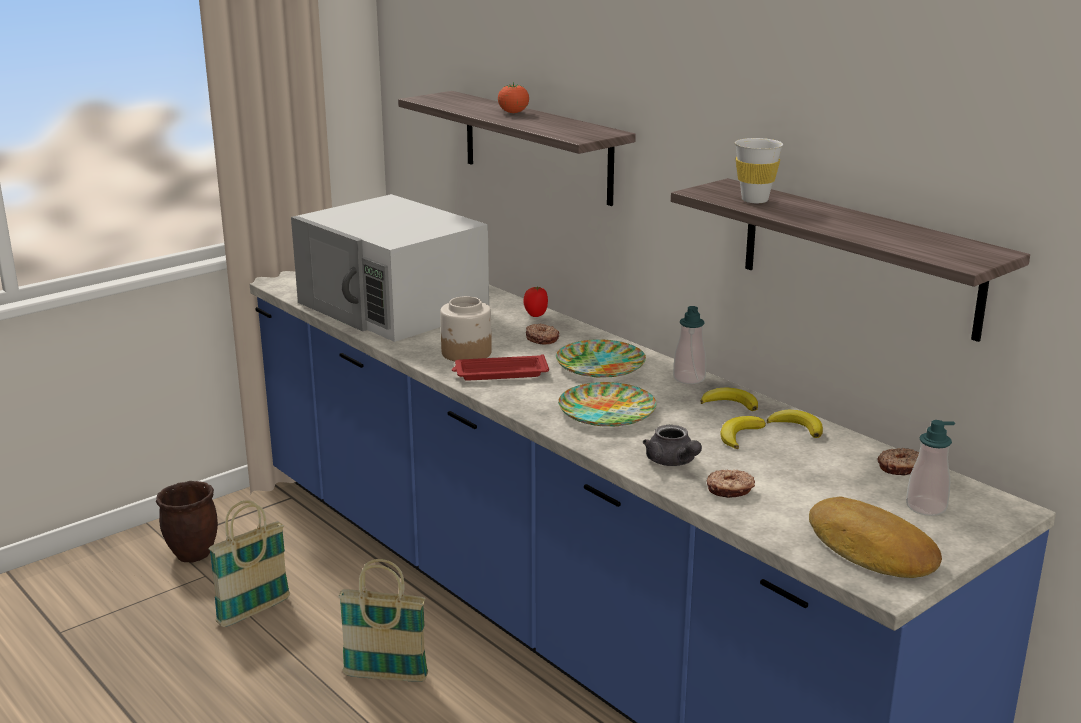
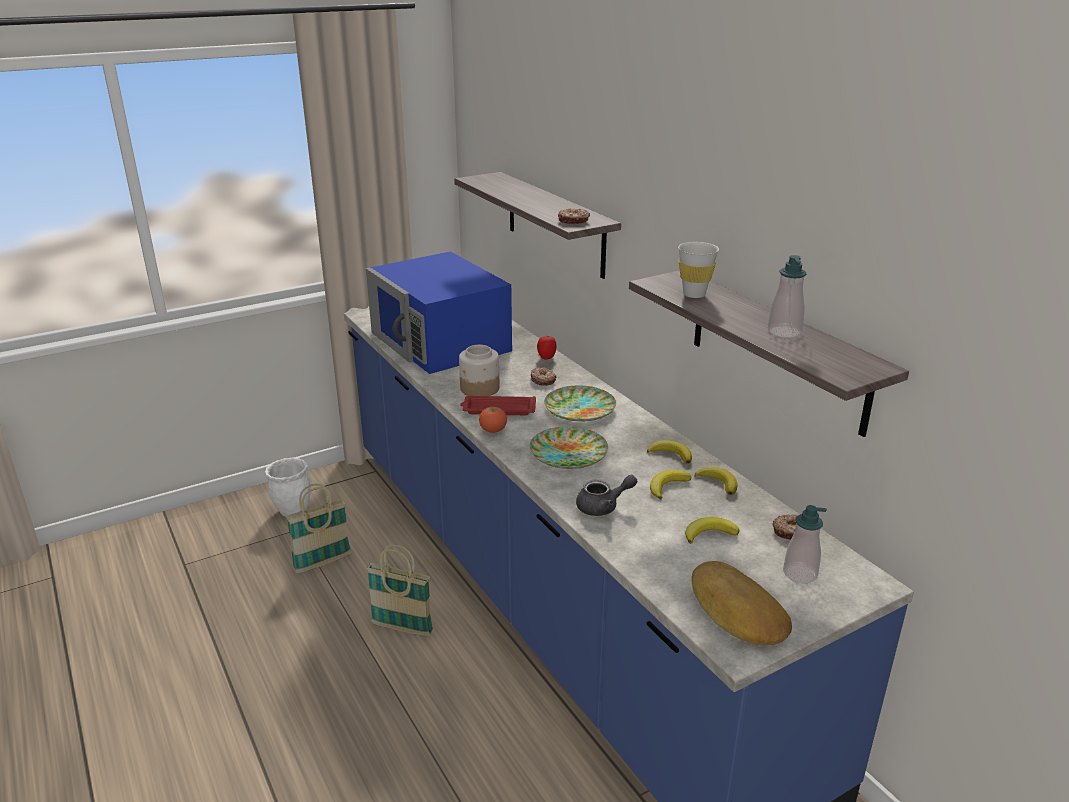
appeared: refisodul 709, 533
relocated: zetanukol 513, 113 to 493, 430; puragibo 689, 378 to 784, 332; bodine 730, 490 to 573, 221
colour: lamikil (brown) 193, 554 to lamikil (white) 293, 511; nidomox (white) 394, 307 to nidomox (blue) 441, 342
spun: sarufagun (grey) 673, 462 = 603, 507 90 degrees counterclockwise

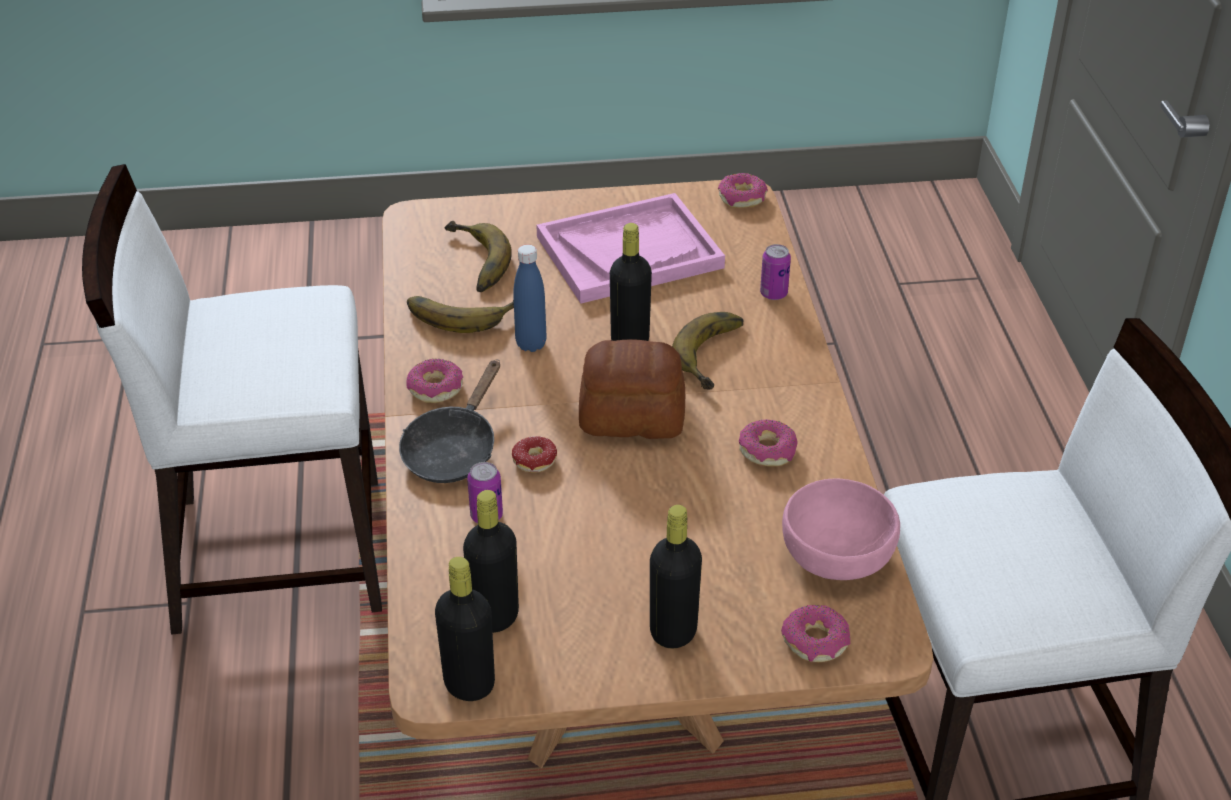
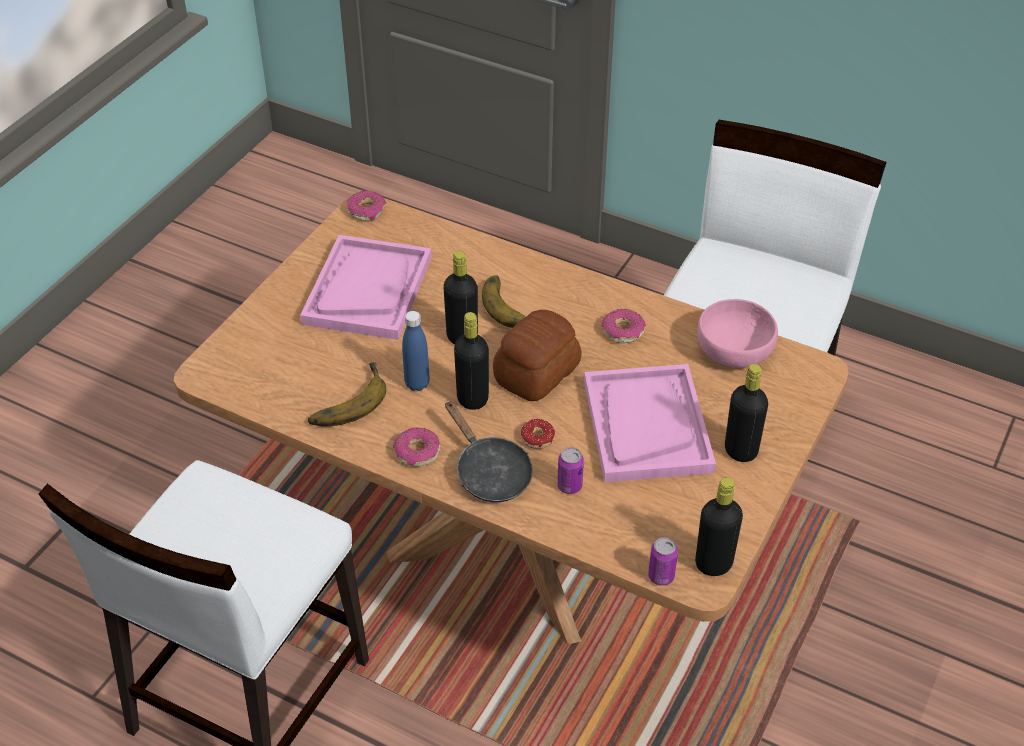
missing: refisodul 471, 263; bodine 815, 642
appeared: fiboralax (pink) 646, 425
relocated: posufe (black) 494, 616 to 472, 399; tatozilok 773, 294 to 661, 576

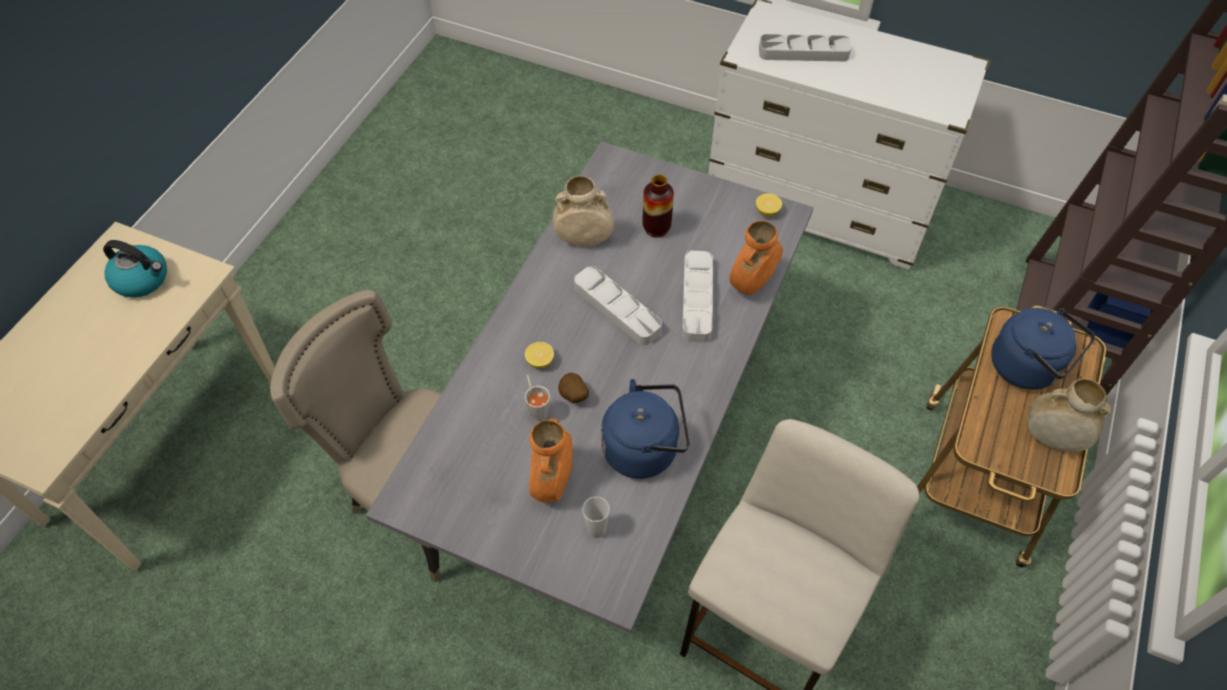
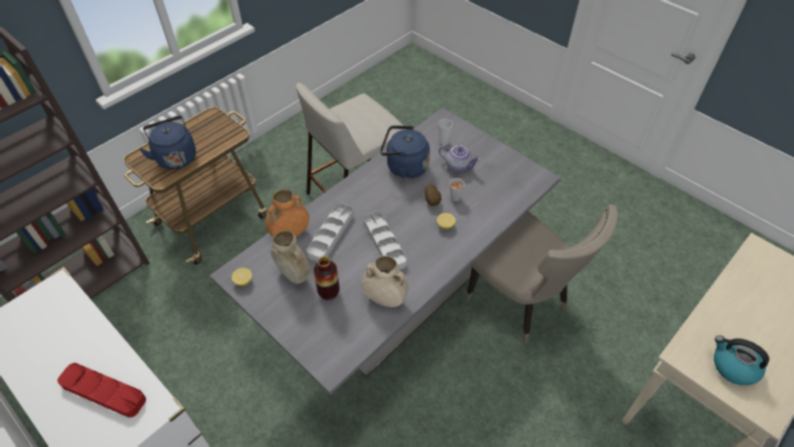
relocated: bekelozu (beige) 1051, 438 to 294, 275
exchanged: bekelozu (orange) 553, 481 to sarufagun 458, 165
colour: fiboralax (grey) 803, 52 to fiboralax (red) 104, 392

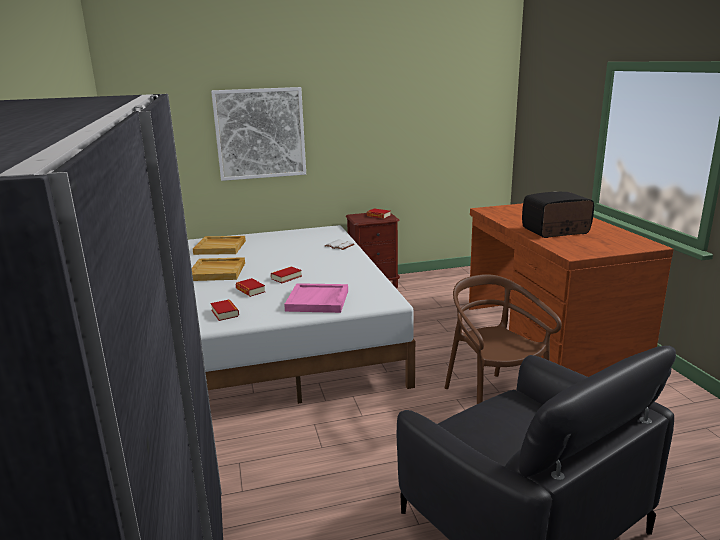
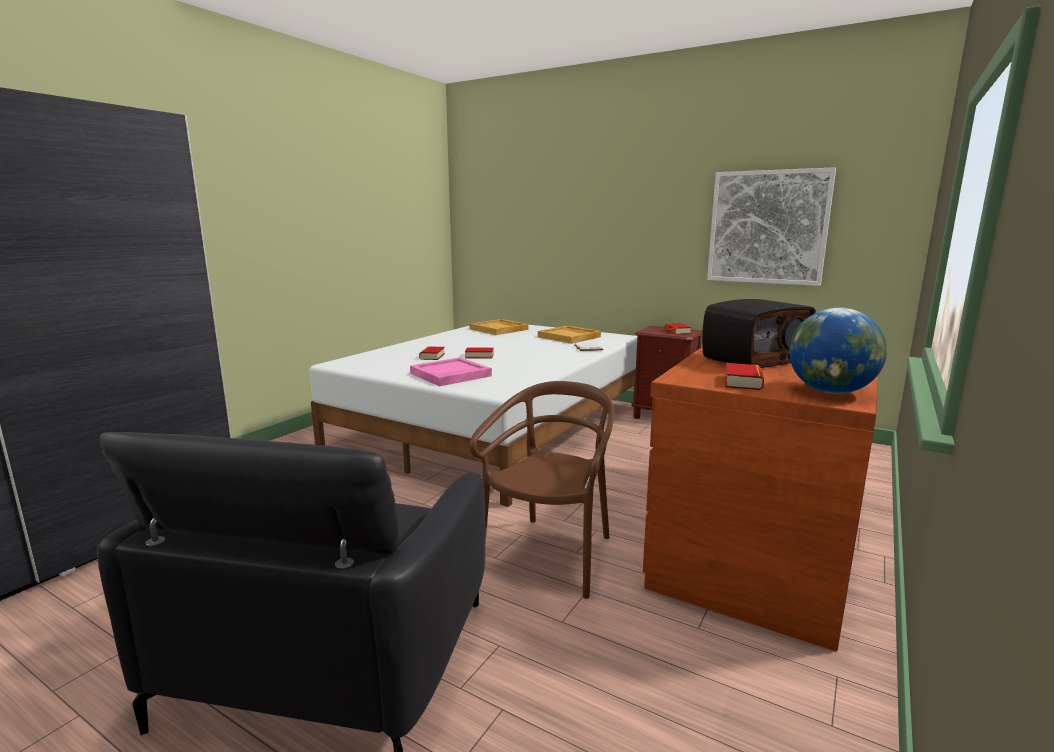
appeared: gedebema 830, 392
relocated: fiboralax (beige) 218, 271 to 569, 337; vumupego 260, 133 to 767, 227; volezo 225, 313 to 743, 382
spun: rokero 555, 231 = 753, 359 120 degrees clockwise

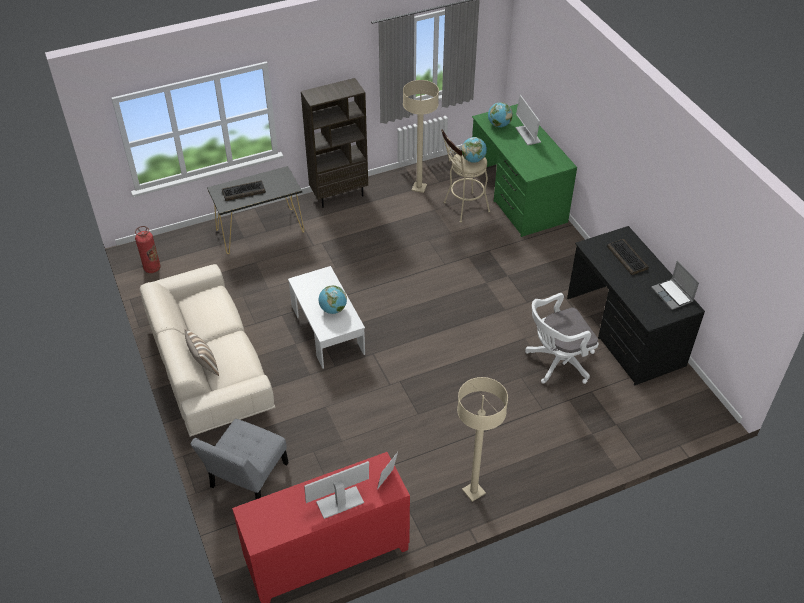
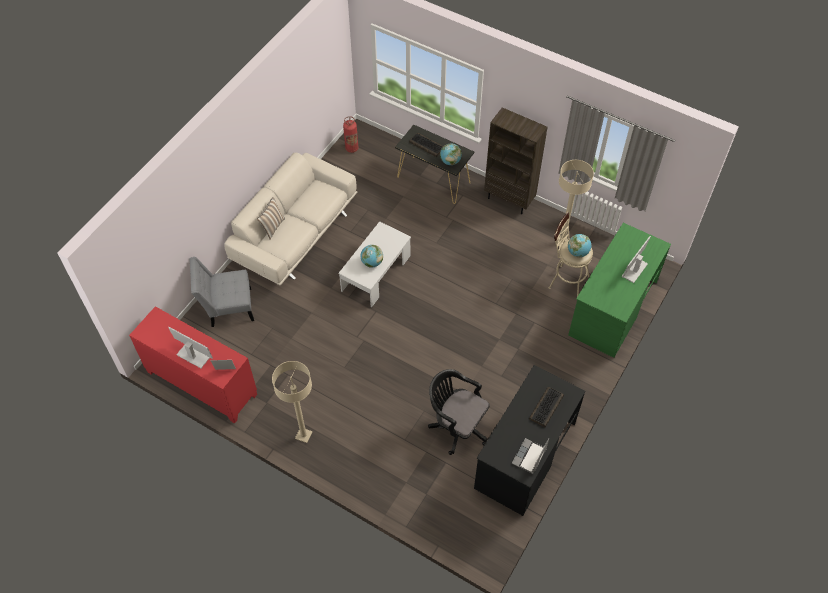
relocated: gedebema 499, 125 to 450, 161
colour: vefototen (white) 557, 362 to vefototen (black) 456, 426

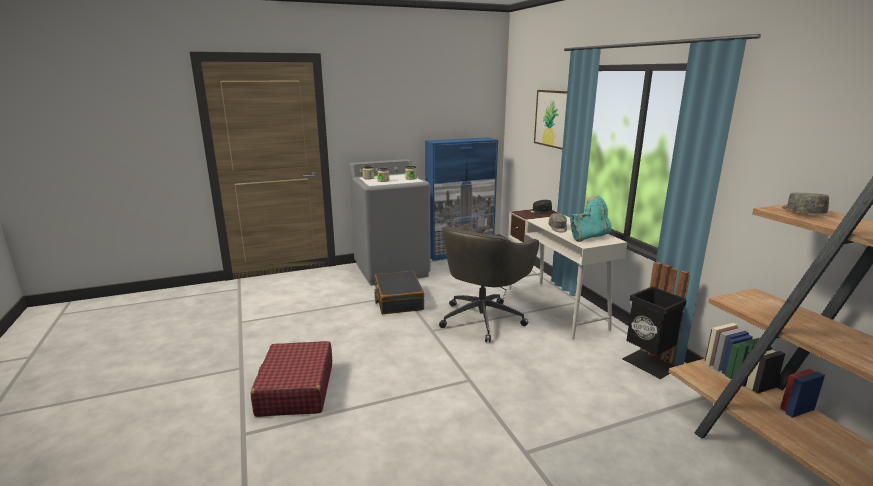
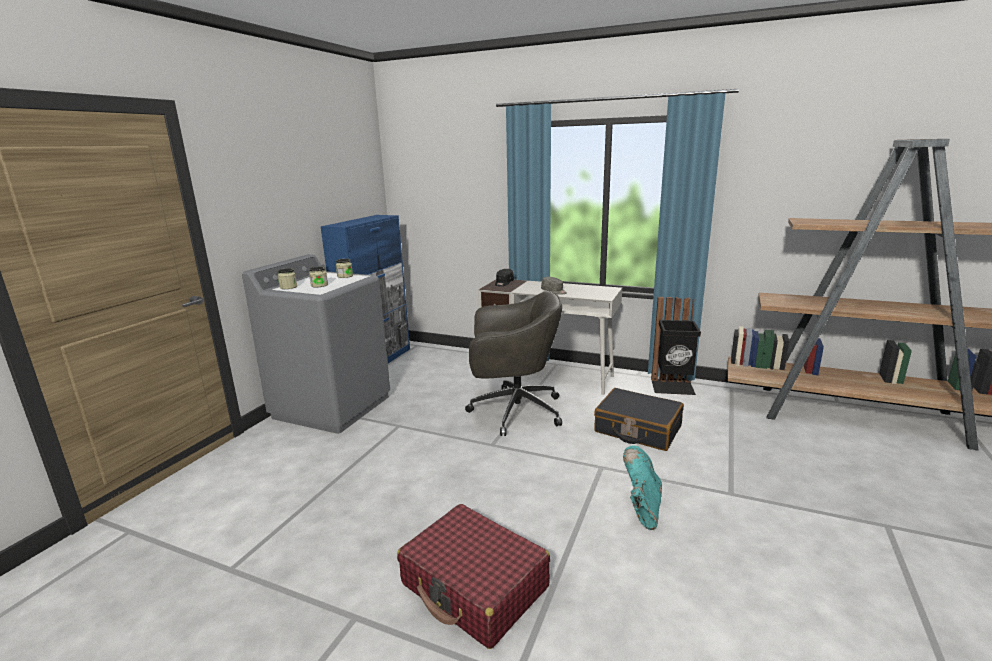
missing: vumupego 553, 118; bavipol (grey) 802, 212
relocated: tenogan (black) 398, 300 to 637, 429; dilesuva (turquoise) 588, 236 to 642, 508
spun: vefototen (grey) 483, 318 = 513, 411 75 degrees counterclockwise

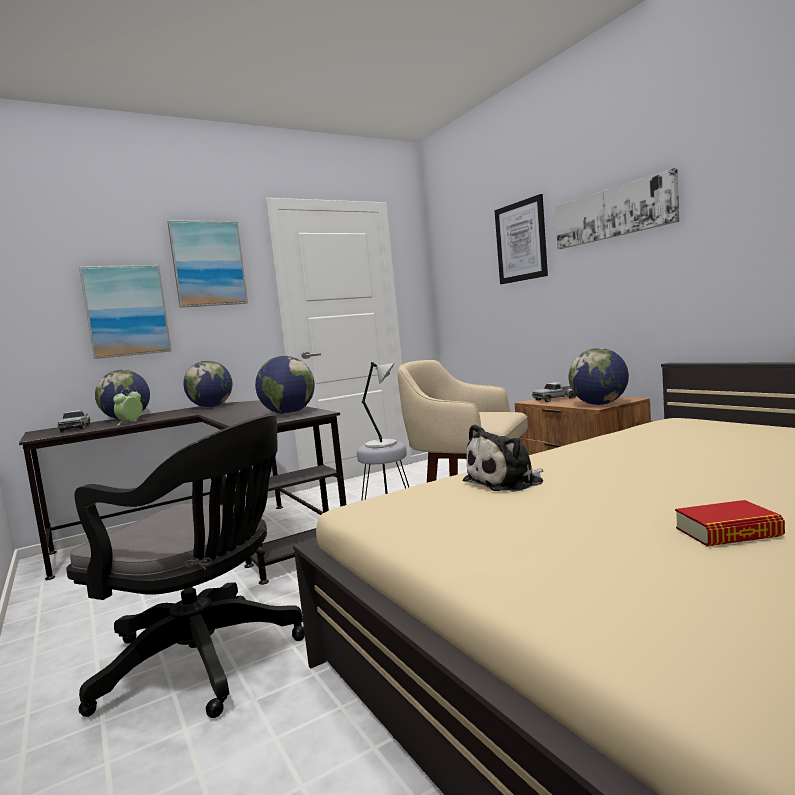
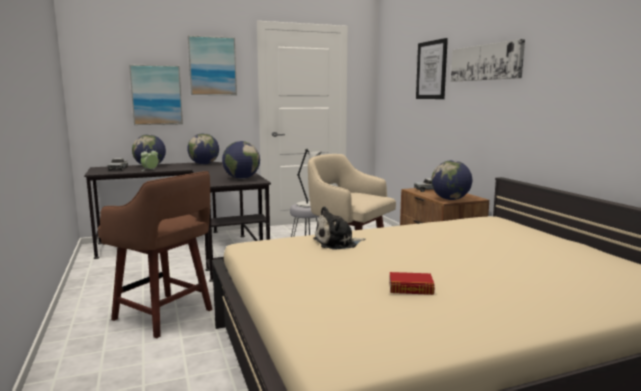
exchanged: vefototen (black) 208, 660 to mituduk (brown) 165, 315

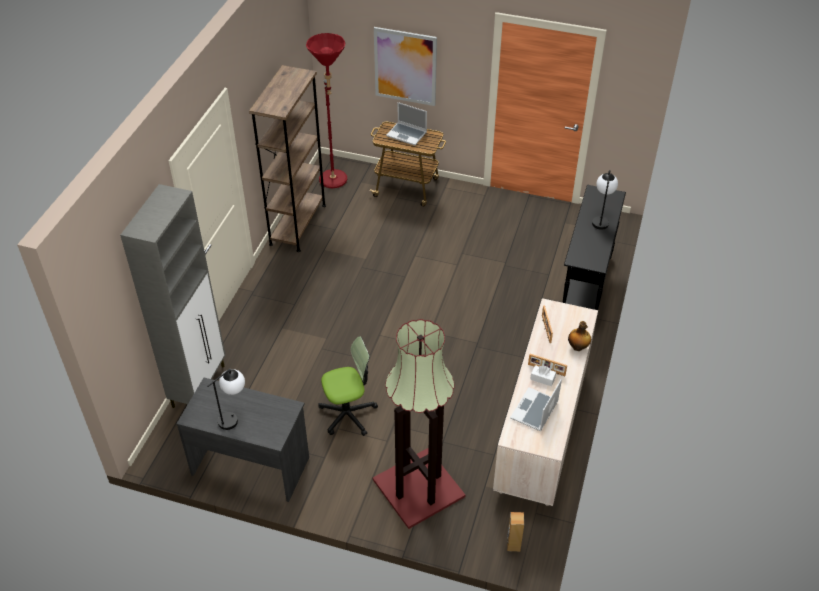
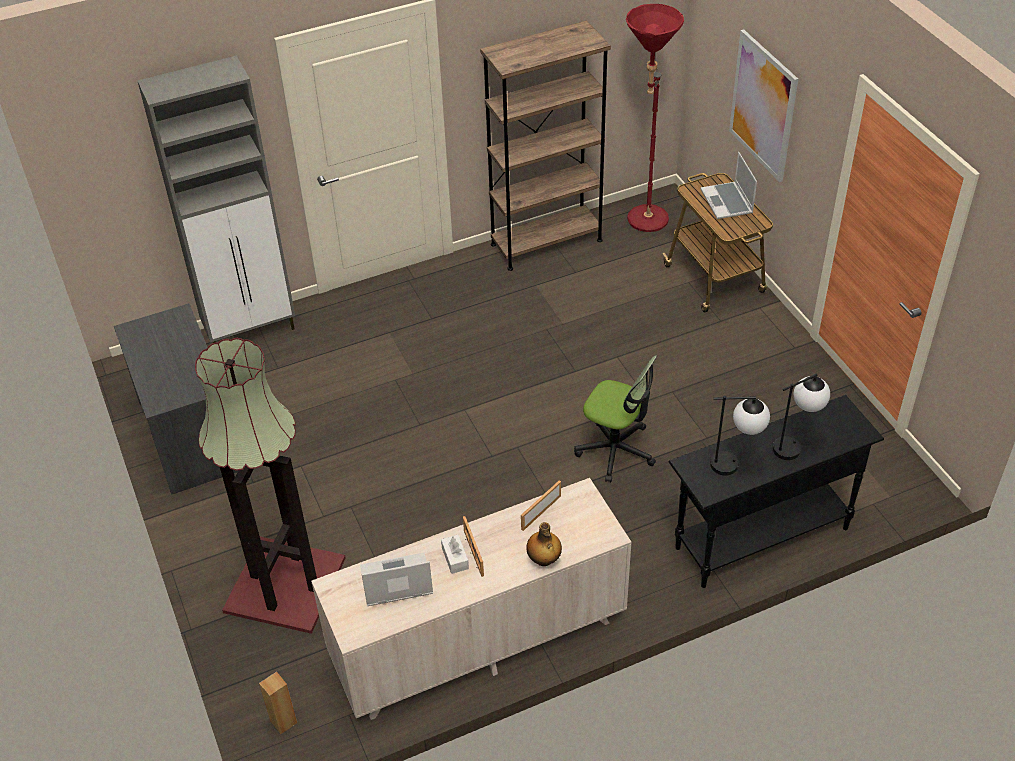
relocated: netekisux 234, 416 to 735, 464; vefototen 348, 414 to 616, 450

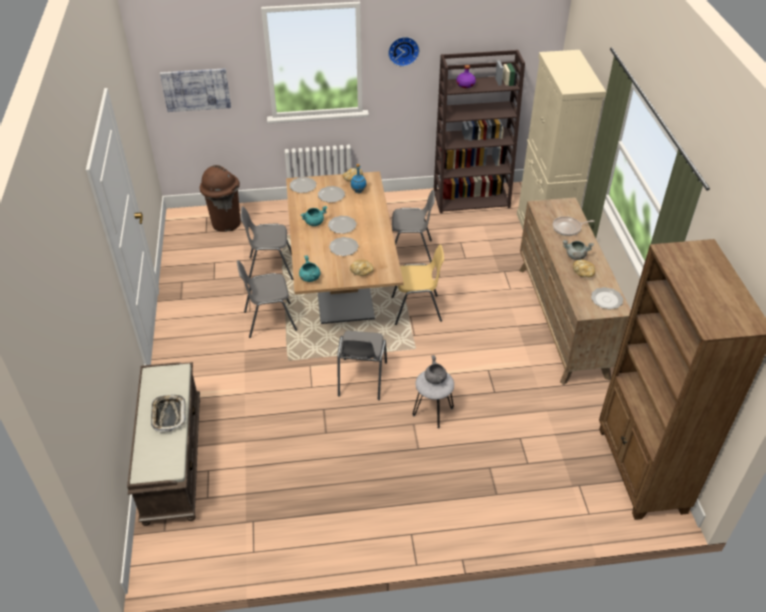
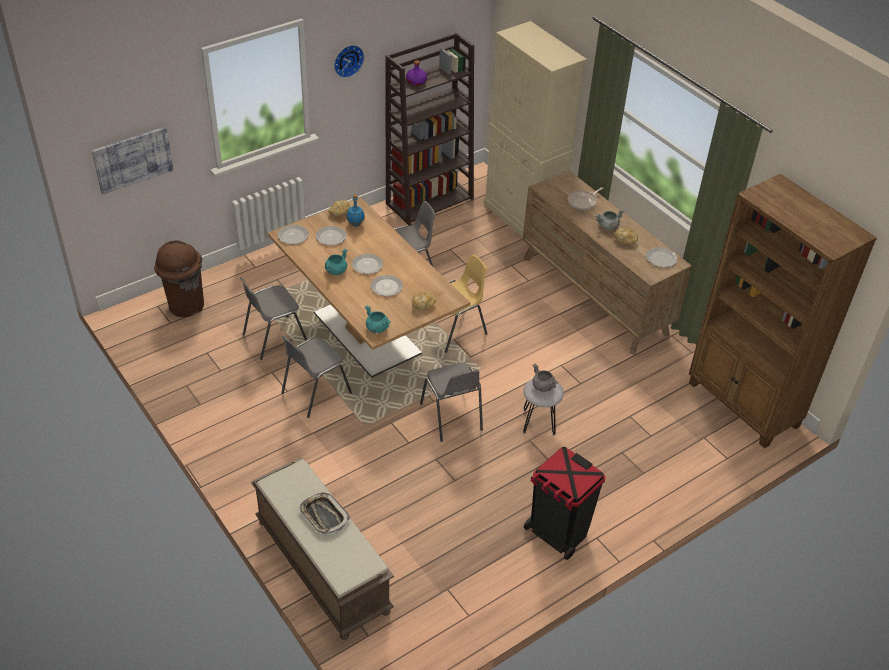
appeared: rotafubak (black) 557, 534

